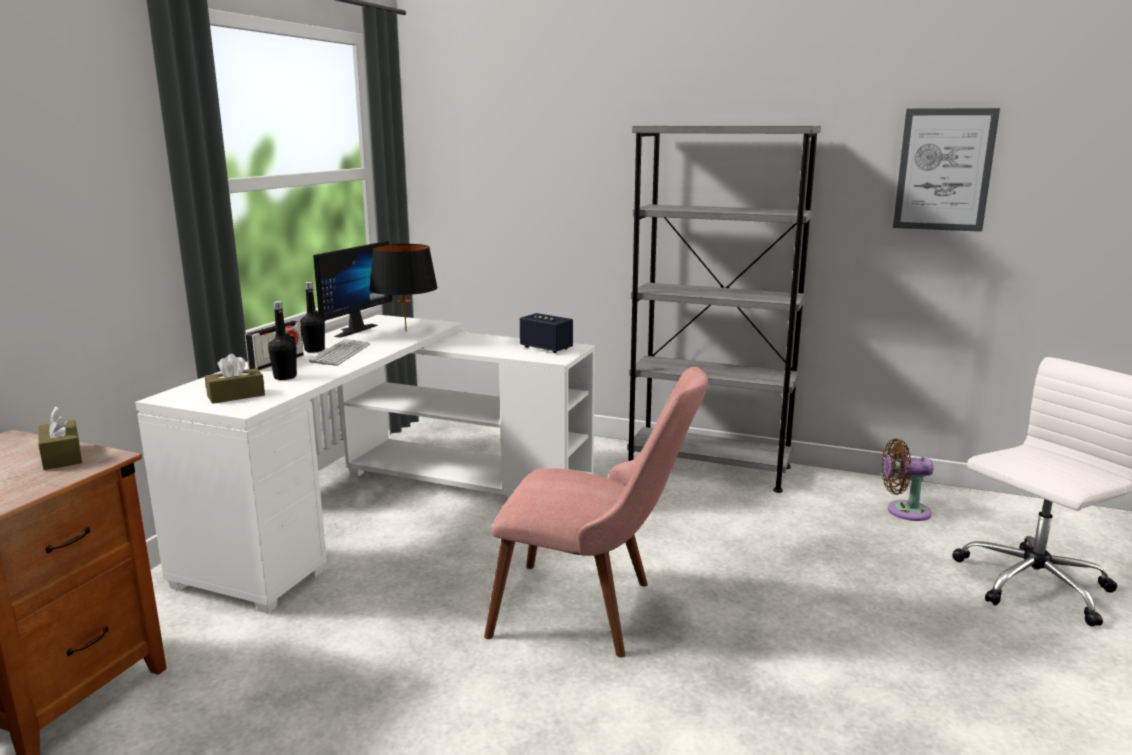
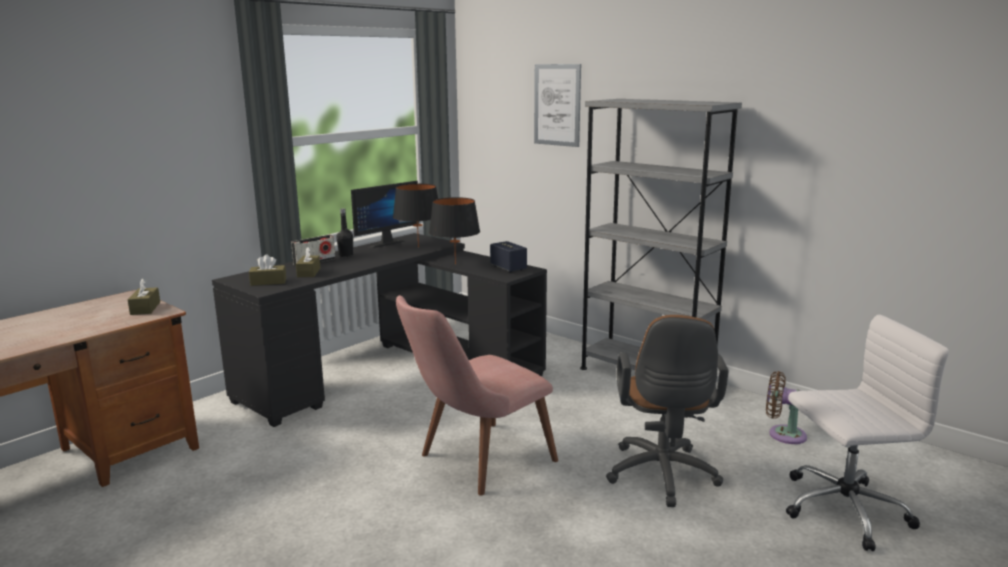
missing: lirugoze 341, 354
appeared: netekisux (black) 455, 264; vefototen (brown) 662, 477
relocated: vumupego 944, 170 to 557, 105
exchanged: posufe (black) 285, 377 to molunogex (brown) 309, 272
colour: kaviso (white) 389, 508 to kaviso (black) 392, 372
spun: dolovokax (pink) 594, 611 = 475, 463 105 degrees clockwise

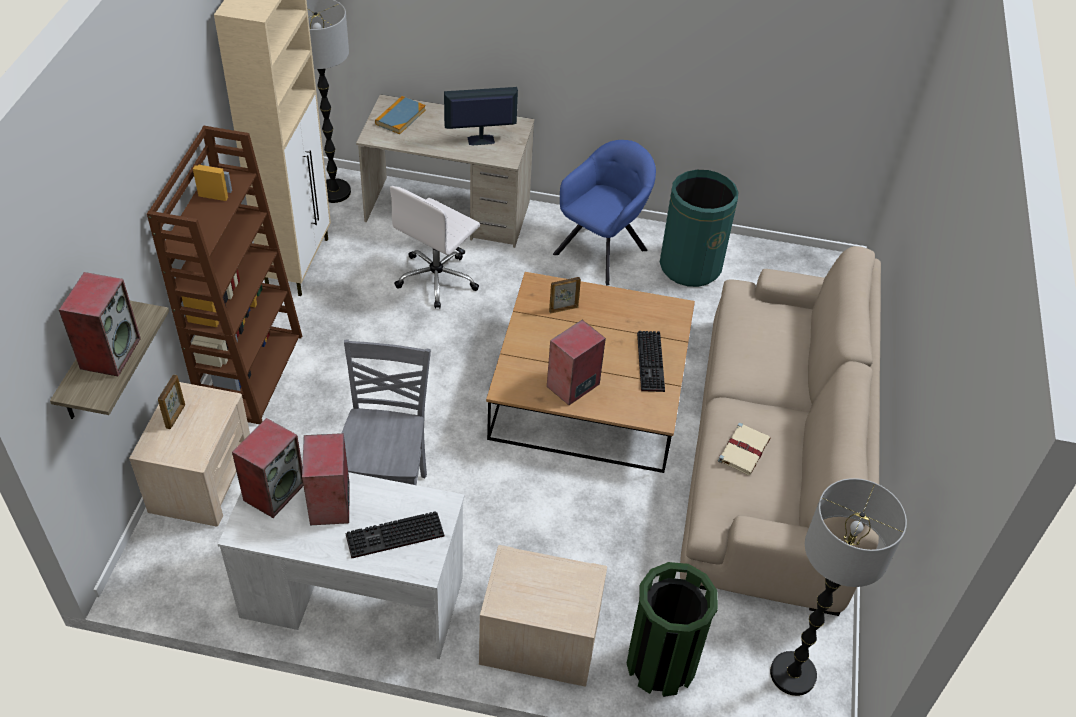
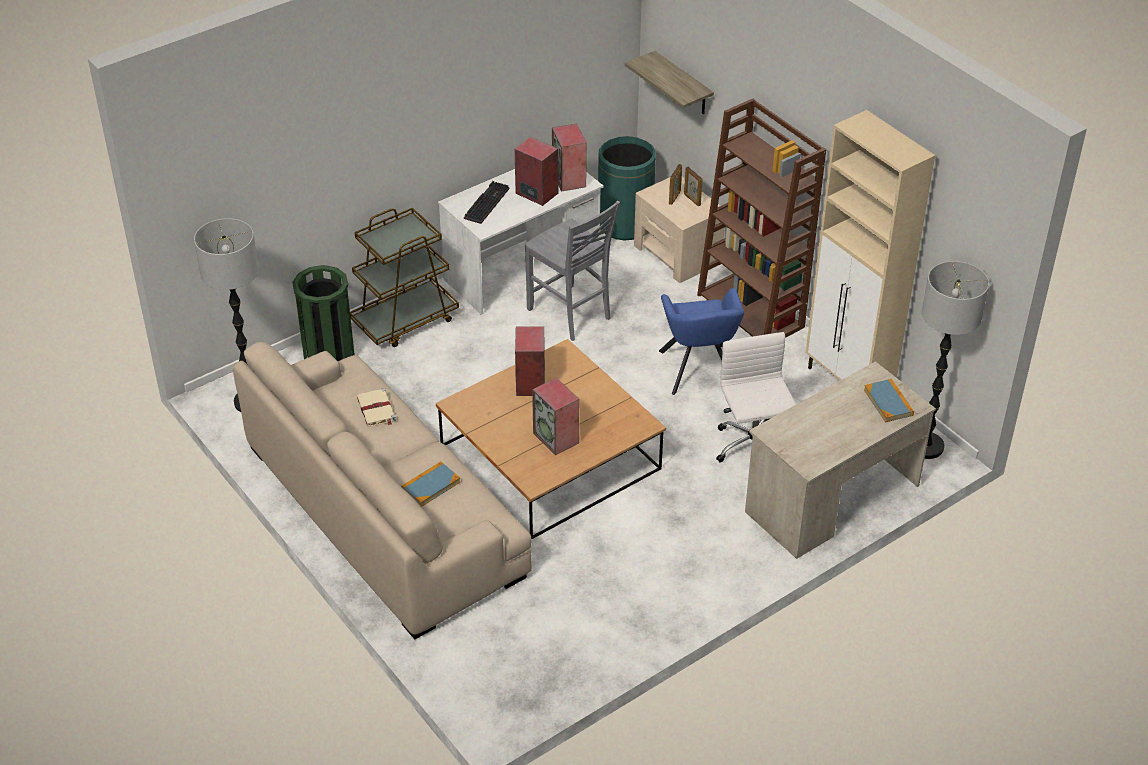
missing: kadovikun 480, 140; lirugoze 652, 363
appeared: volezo 430, 486
relocated: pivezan 110, 352 to 557, 438; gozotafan 563, 309 to 674, 197; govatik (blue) 602, 249 to 699, 371; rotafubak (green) 690, 266 to 625, 224
exchanged: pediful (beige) 539, 640 to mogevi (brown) 405, 320

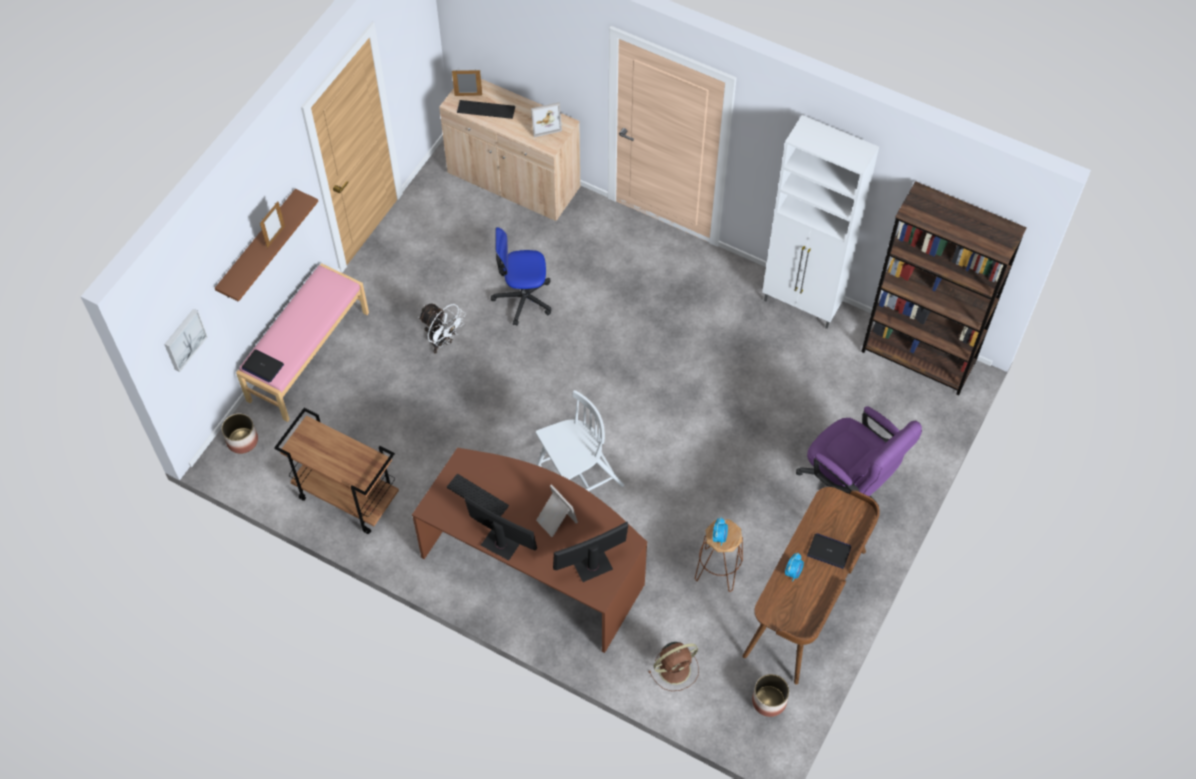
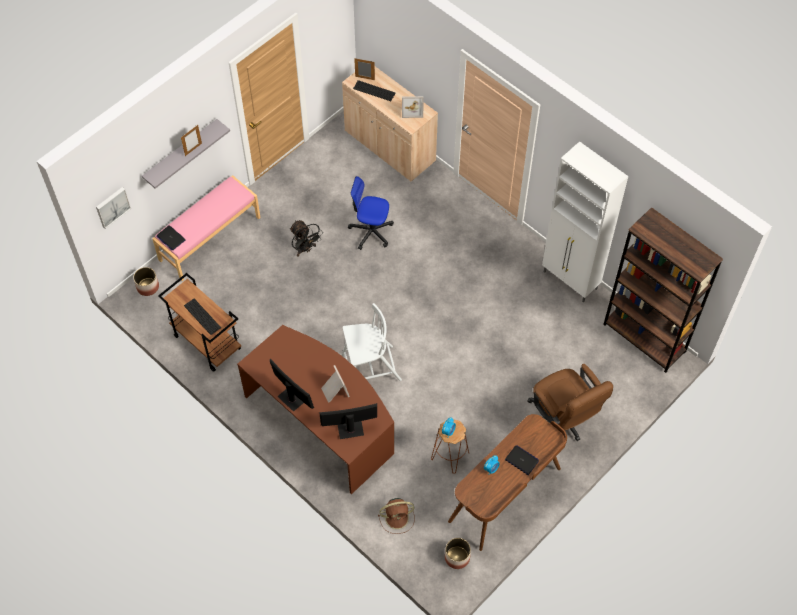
relocated: lirugoze 477, 496 to 202, 316
colour: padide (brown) 258, 246 to padide (grey) 181, 153; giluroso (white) 443, 341 to giluroso (black) 305, 249; vefototen (purple) 848, 486 to vefototen (brown) 562, 419

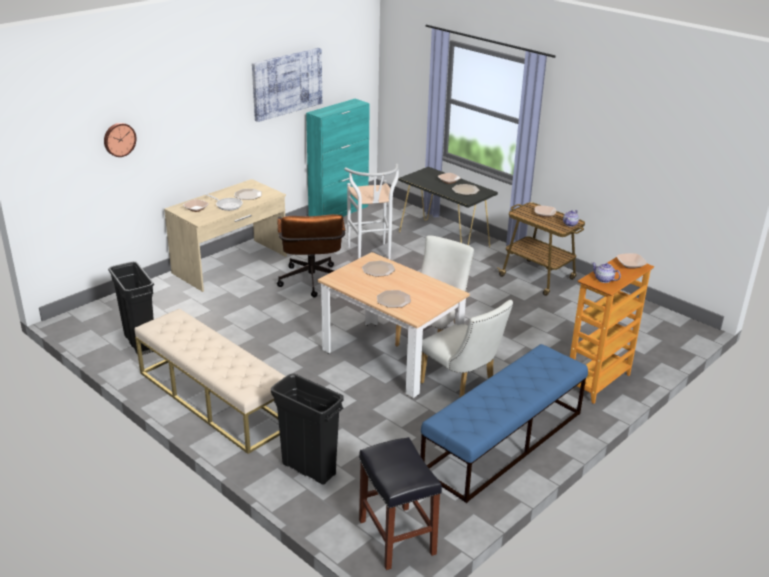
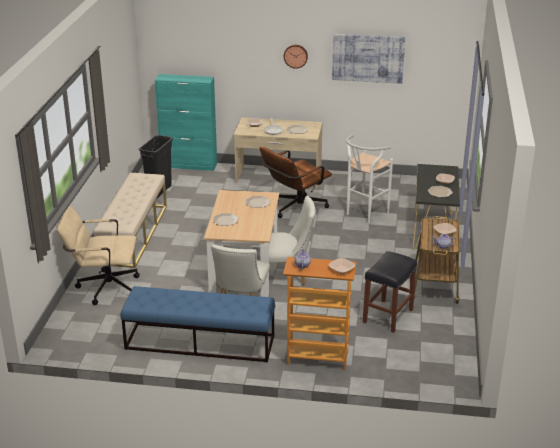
relocated: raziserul 119, 139 to 295, 56; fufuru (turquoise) 339, 212 to 189, 165; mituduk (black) 398, 537 to 388, 316
exchanged: rotafubak (black) 308, 469 to vefototen (beige) 103, 287

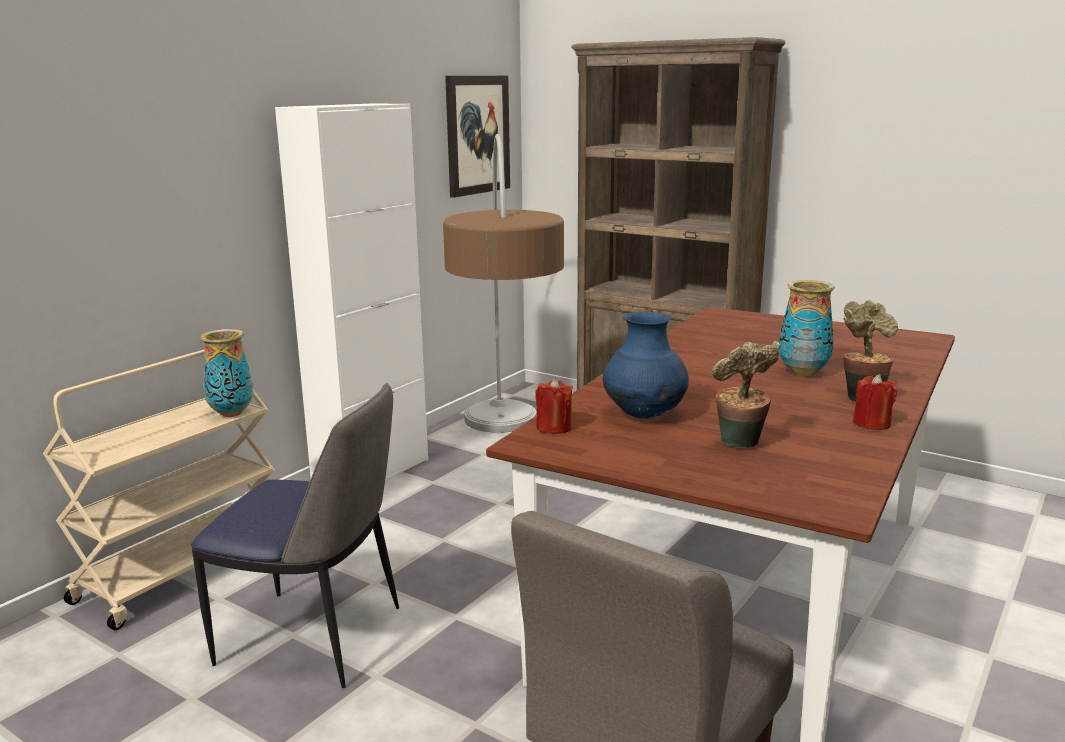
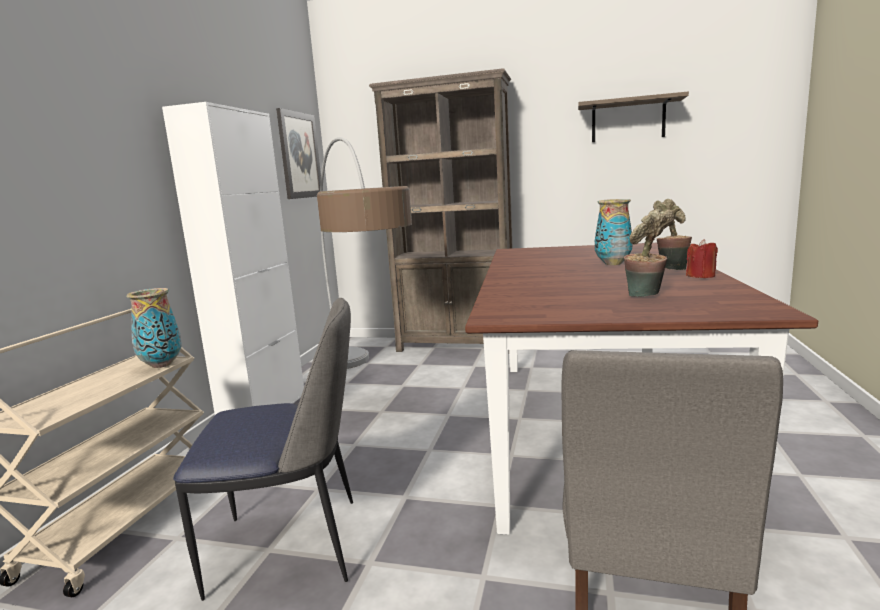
missing: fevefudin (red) 554, 428; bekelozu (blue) 644, 416
appeared: padide 628, 120

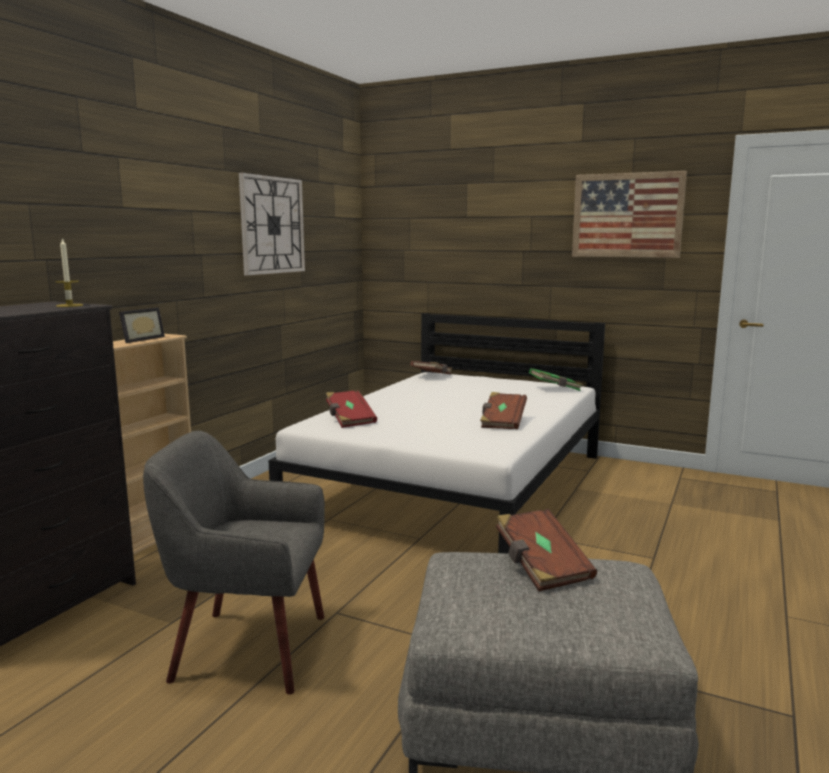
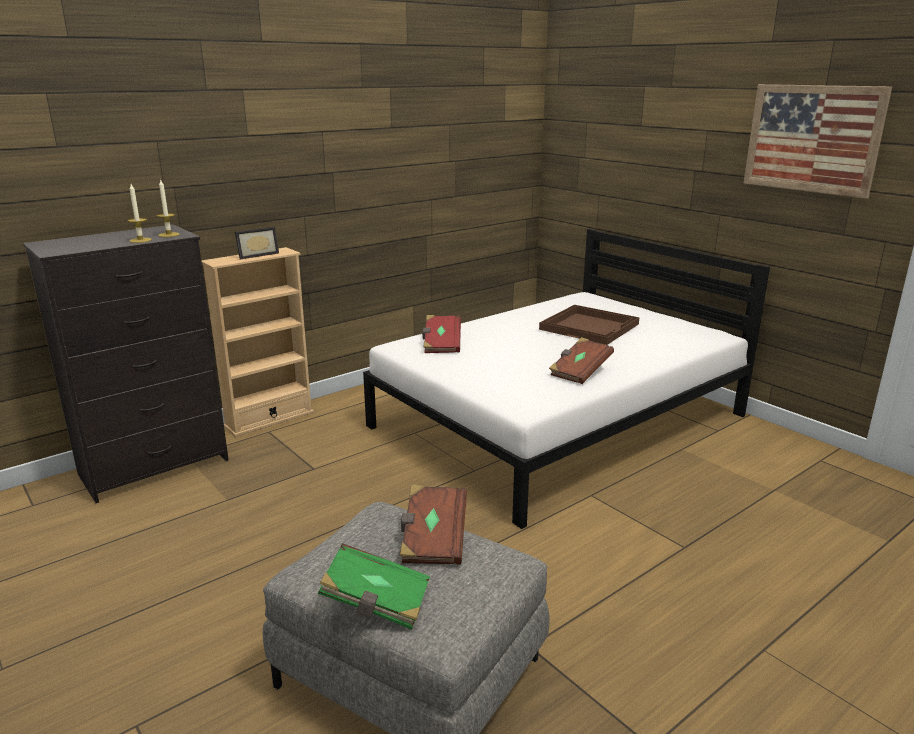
missing: govatik (grey) 248, 648; raziserul 272, 225; volezo (brown) 432, 376
appeared: fevefudin 140, 240; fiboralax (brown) 590, 326
relocated: volezo (green) 555, 389 to 376, 603

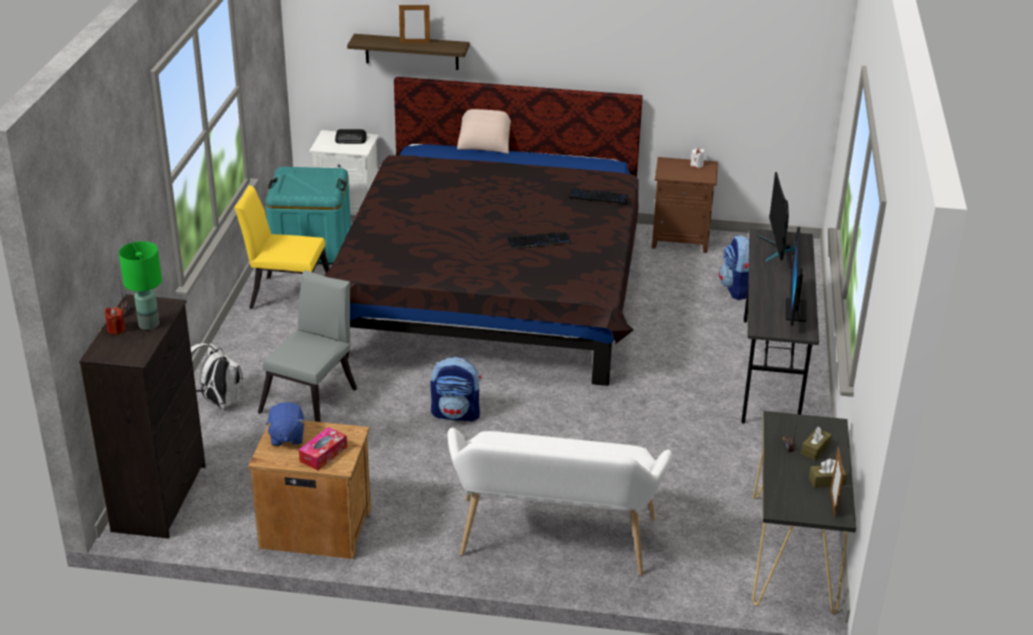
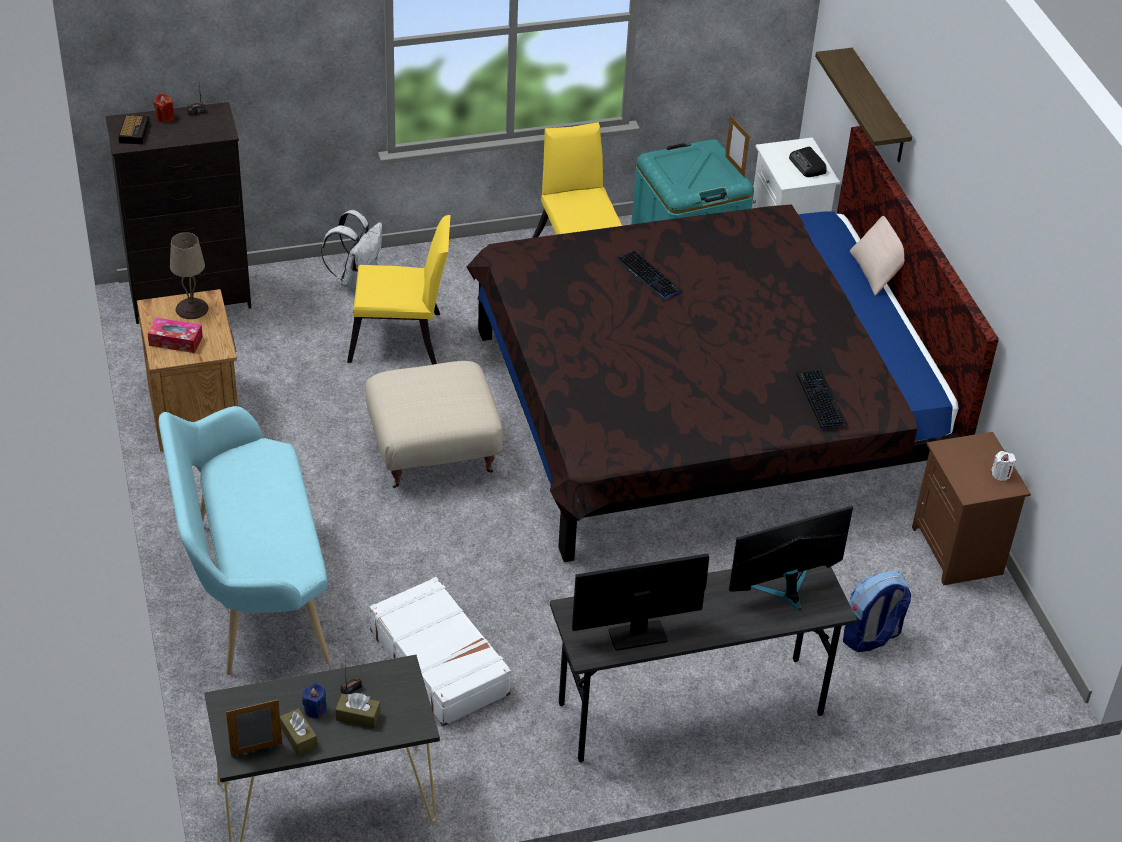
missing: netekisux (green) 148, 324
appeared: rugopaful 134, 132; fevefudin (blue) 315, 709; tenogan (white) 440, 661
relocated: gozotafan 415, 43 to 734, 166; lirugoze 538, 241 to 648, 277
exchanged: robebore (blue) 286, 436 to netekisux (beige) 192, 309; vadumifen 456, 414 to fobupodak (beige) 434, 453
colour: dolovokax (grey) 313, 397 to dolovokax (yellow) 402, 339; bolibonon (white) 553, 543 to bolibonon (turquoise) 250, 590

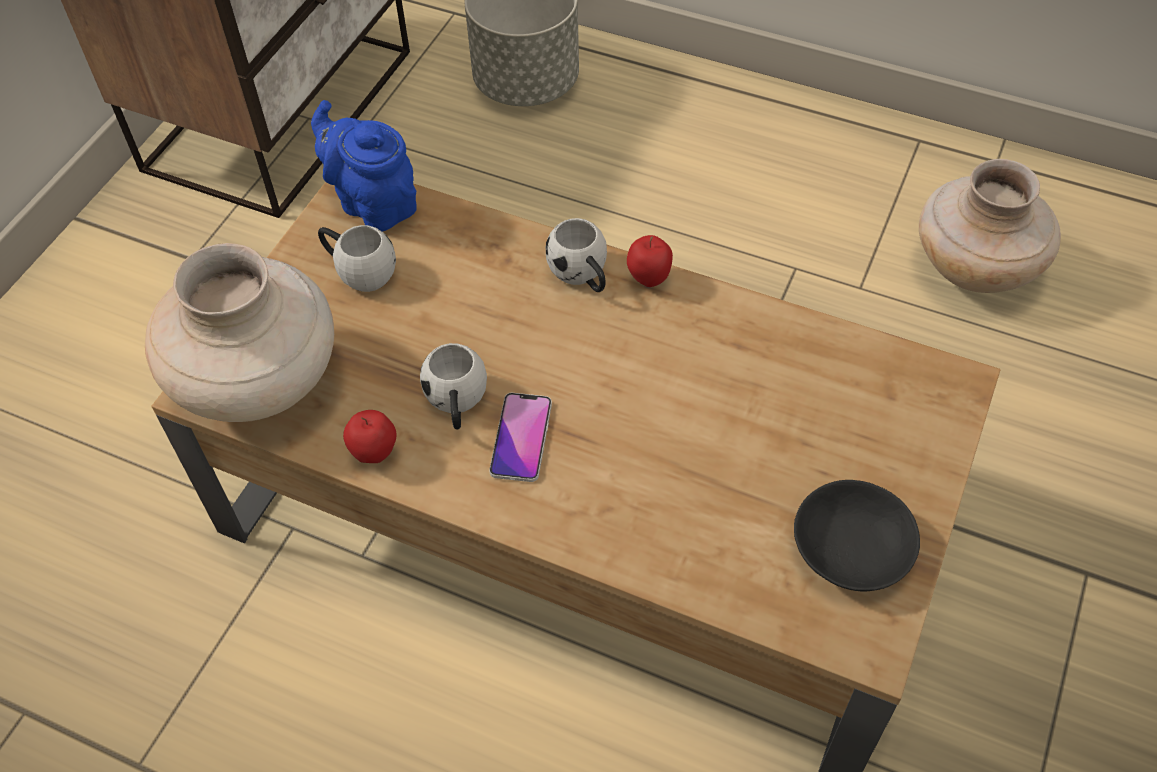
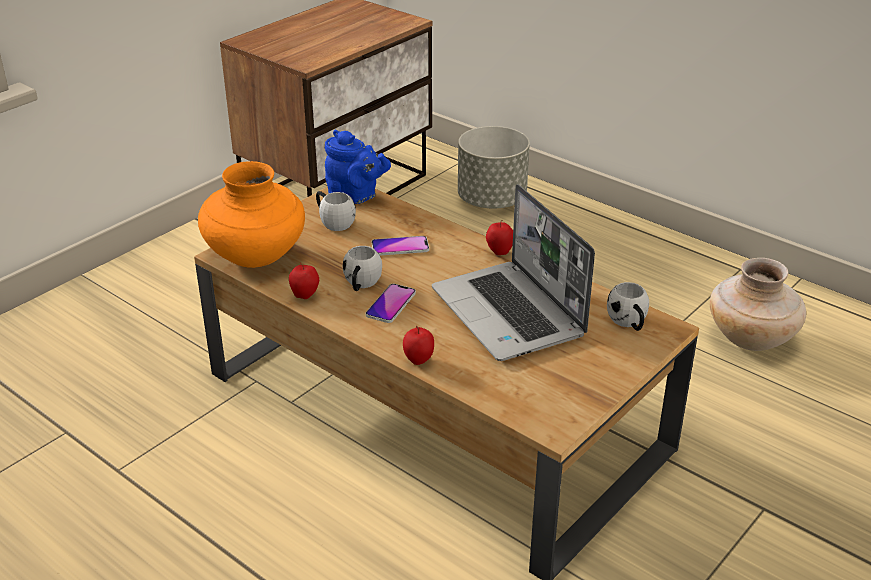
missing: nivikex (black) 848, 549
appeared: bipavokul 400, 247; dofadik 418, 361; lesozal 510, 314
relocated: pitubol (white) 582, 276 to 629, 323
colour: bekelozu (beige) 259, 383 to bekelozu (orange) 256, 257
spun: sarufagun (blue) 373, 204 = 355, 196 150 degrees clockwise

